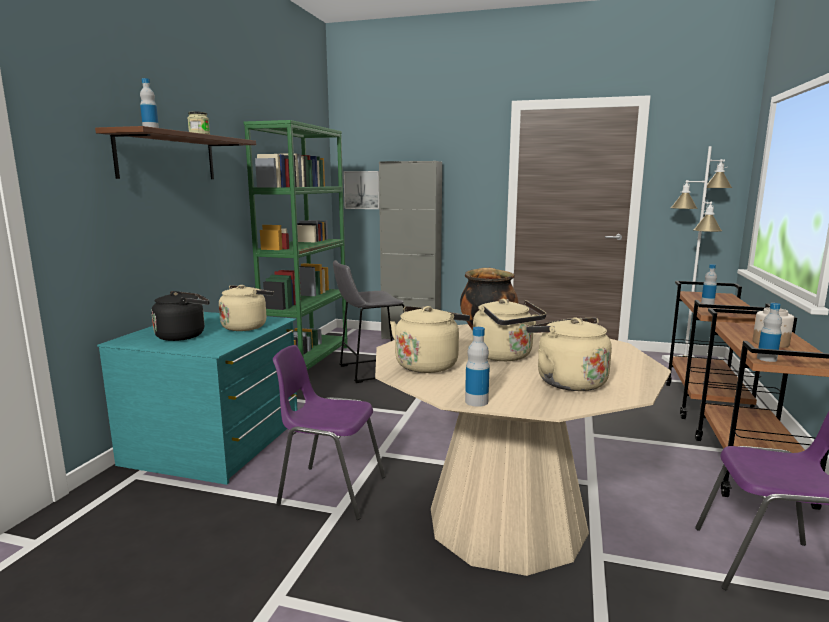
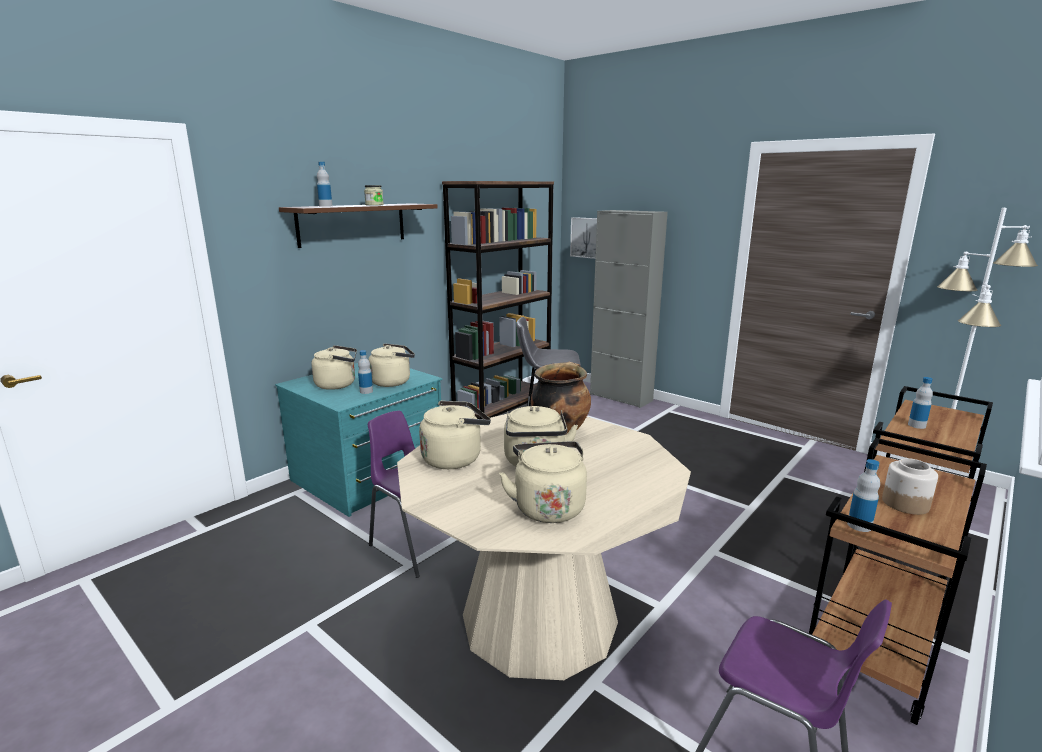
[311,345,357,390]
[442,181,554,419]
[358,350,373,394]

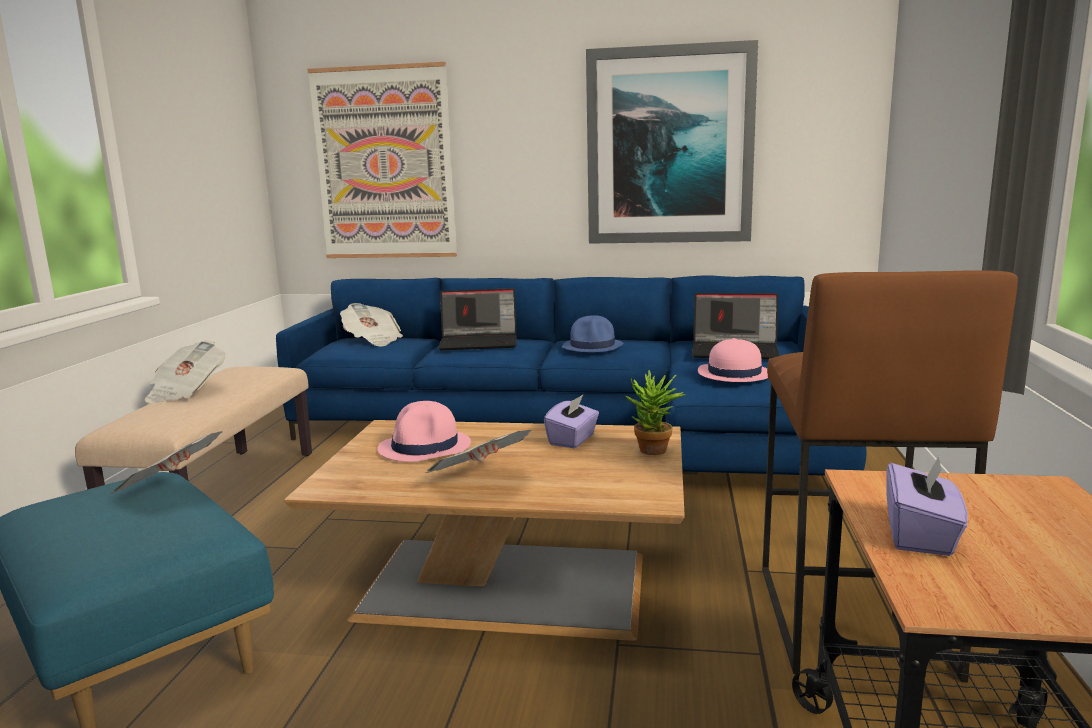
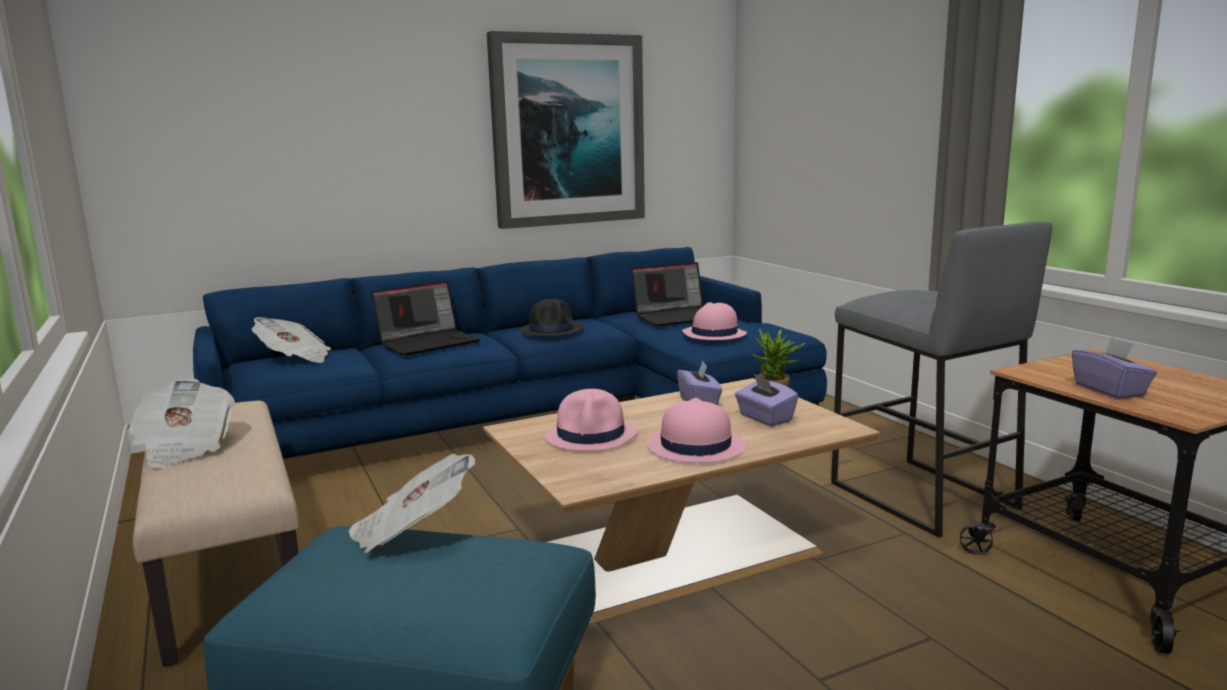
[308,62,457,258] (first image)
[647,398,745,463]
[521,299,583,336]
[831,221,1053,538]
[735,374,798,426]

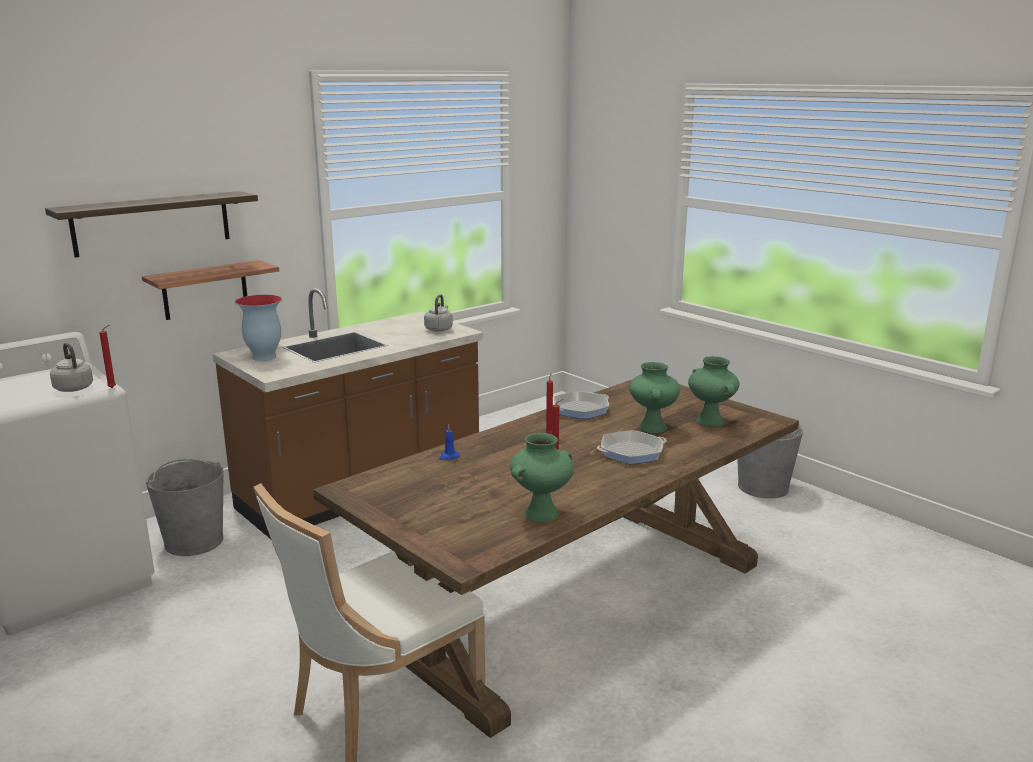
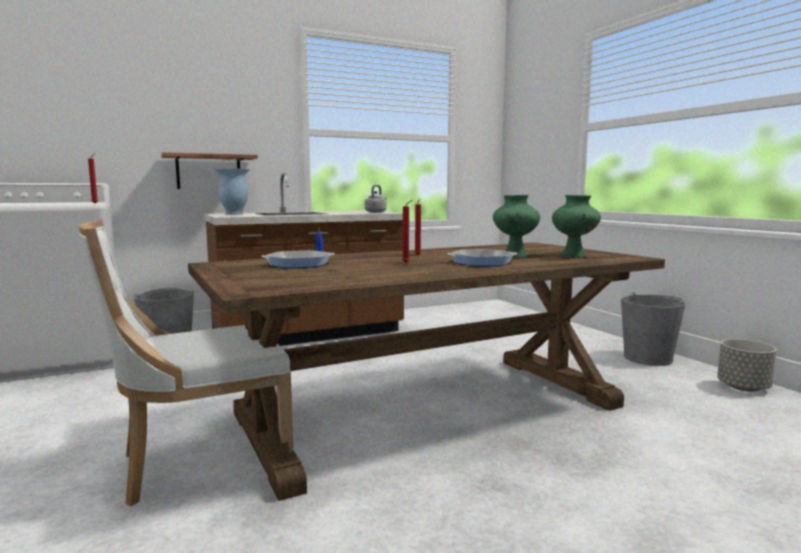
[45,191,258,258] (first image)
[50,343,93,392] (first image)
[510,433,574,523] (first image)
[261,250,335,268]
[717,339,777,392]

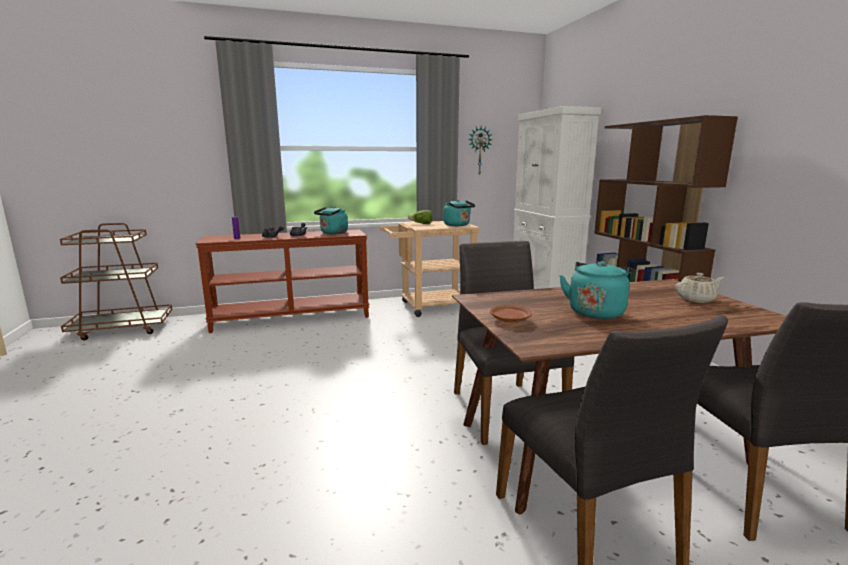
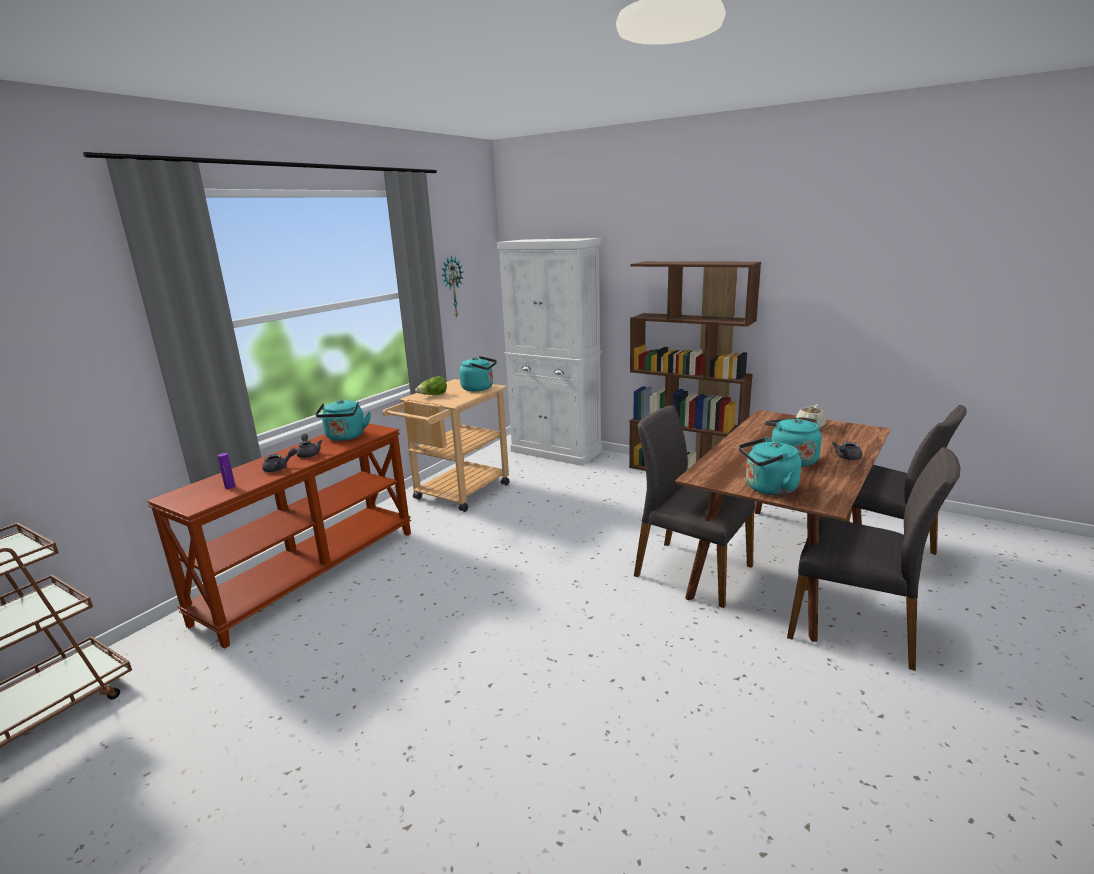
[739,438,801,496]
[832,442,862,460]

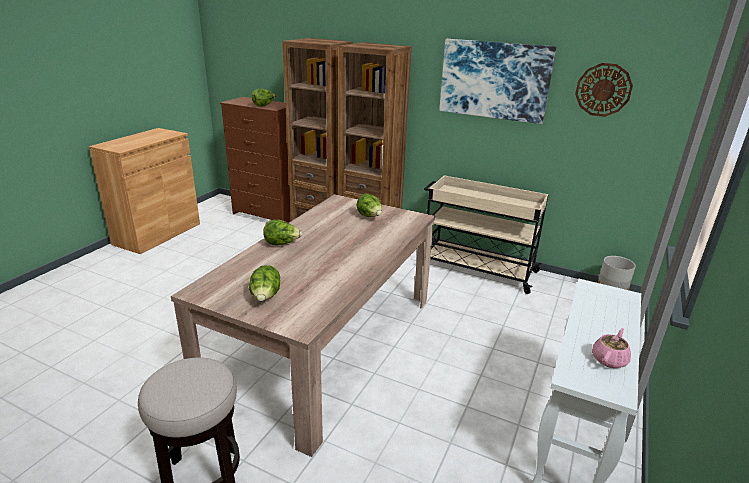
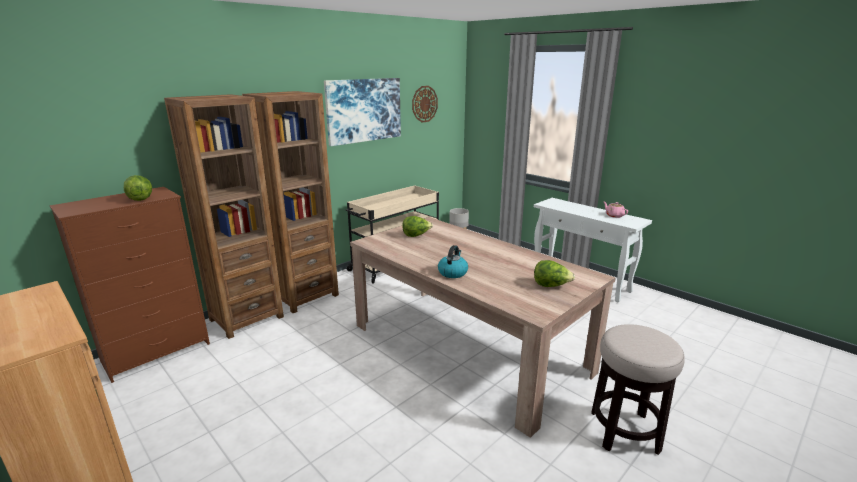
[438,245,468,278]

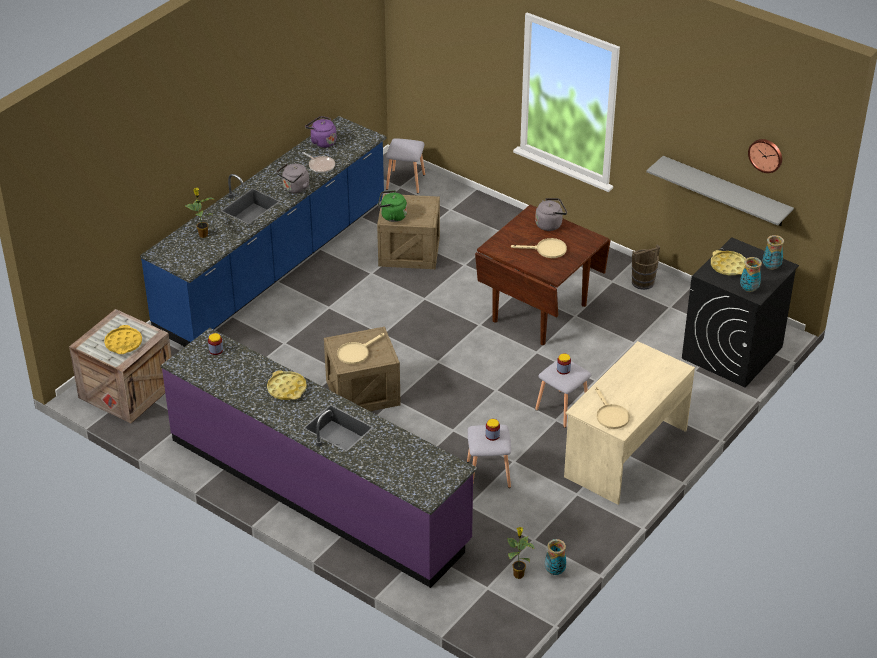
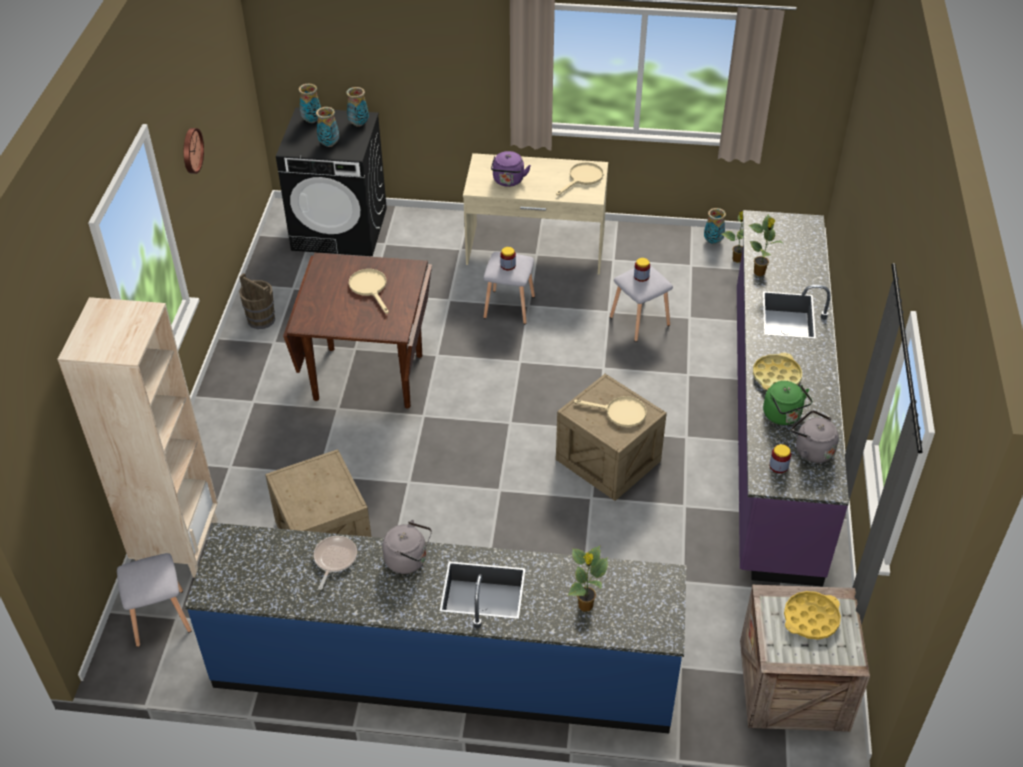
[491,151,531,187]
[763,381,813,425]
[791,410,839,463]
[646,156,794,226] (first image)
[316,107,339,147]
[184,128,204,174]
[57,297,218,578]
[748,214,783,276]

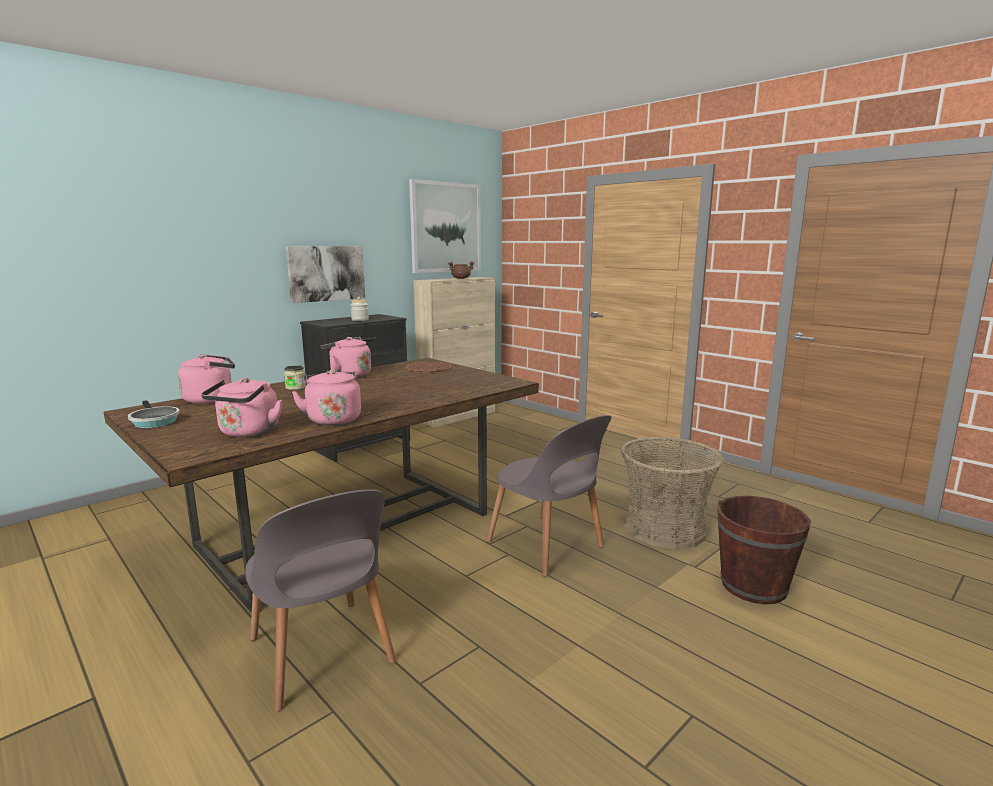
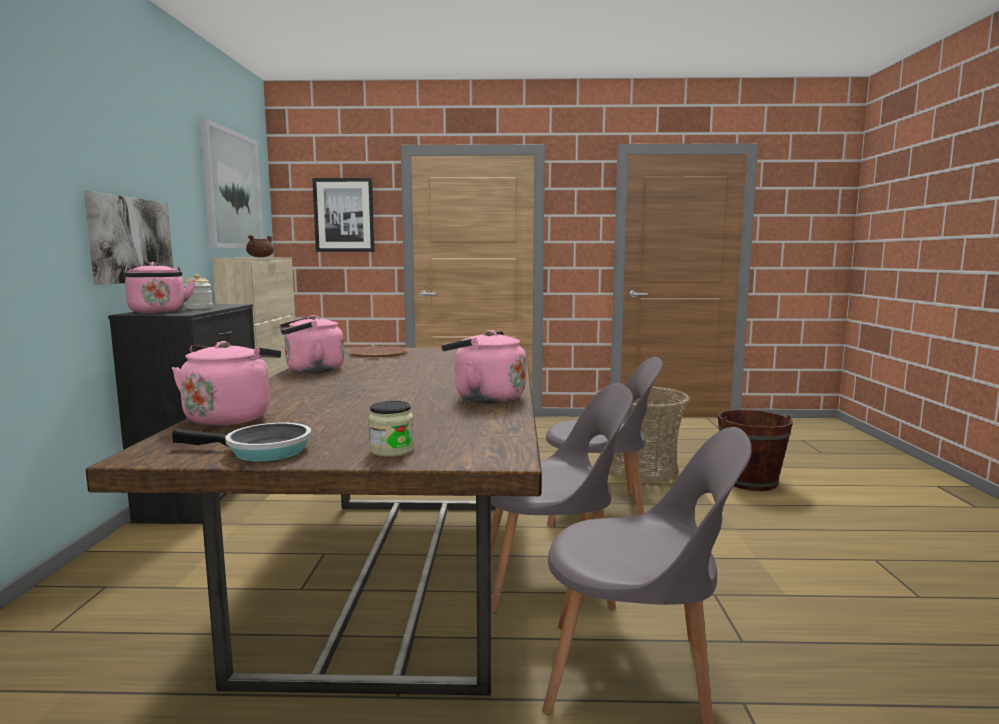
[124,262,195,313]
[368,401,414,457]
[312,178,375,252]
[491,383,633,613]

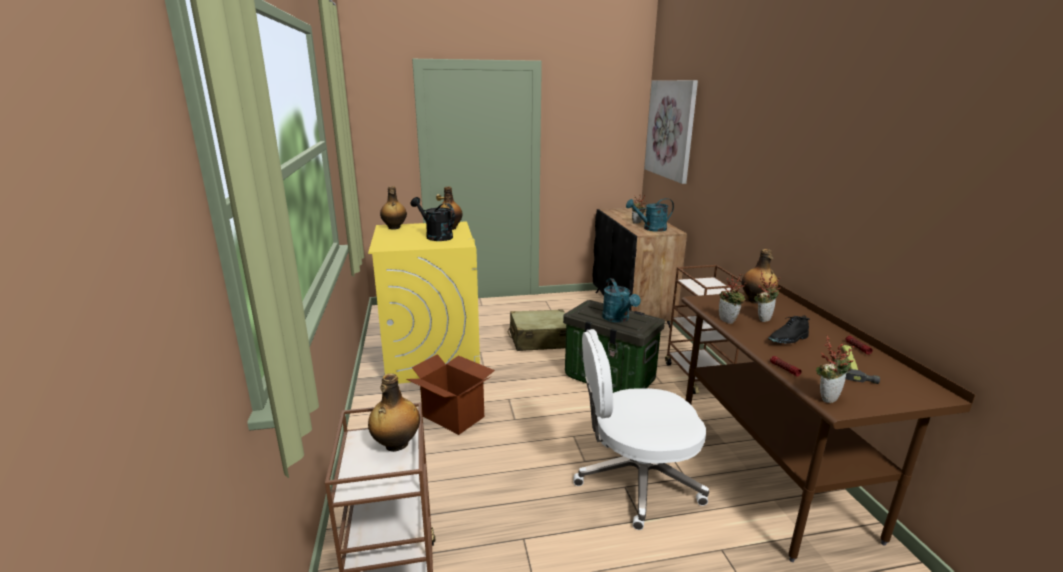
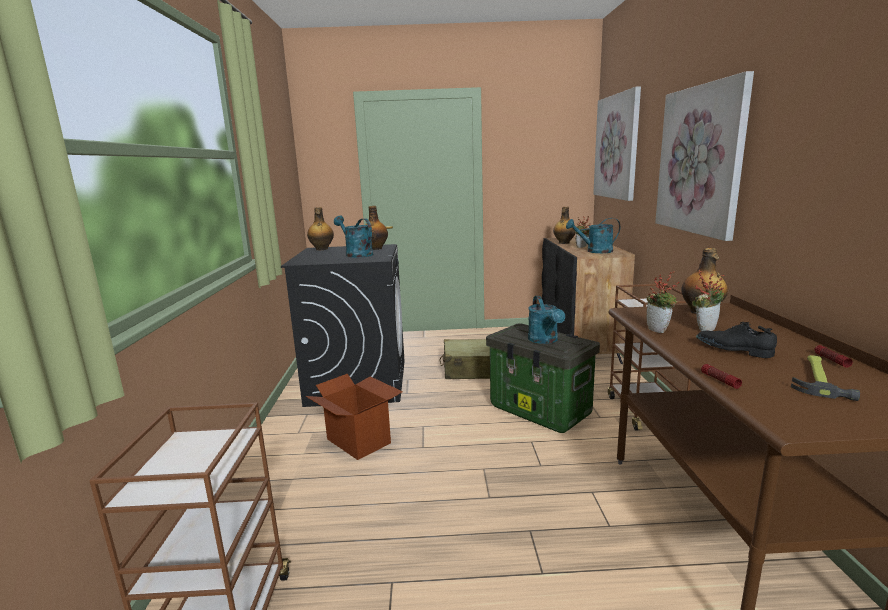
[281,244,405,407]
[553,207,576,244]
[334,216,373,258]
[574,329,709,530] (first image)
[696,322,777,358]
[816,335,854,403] (first image)
[655,71,754,241]

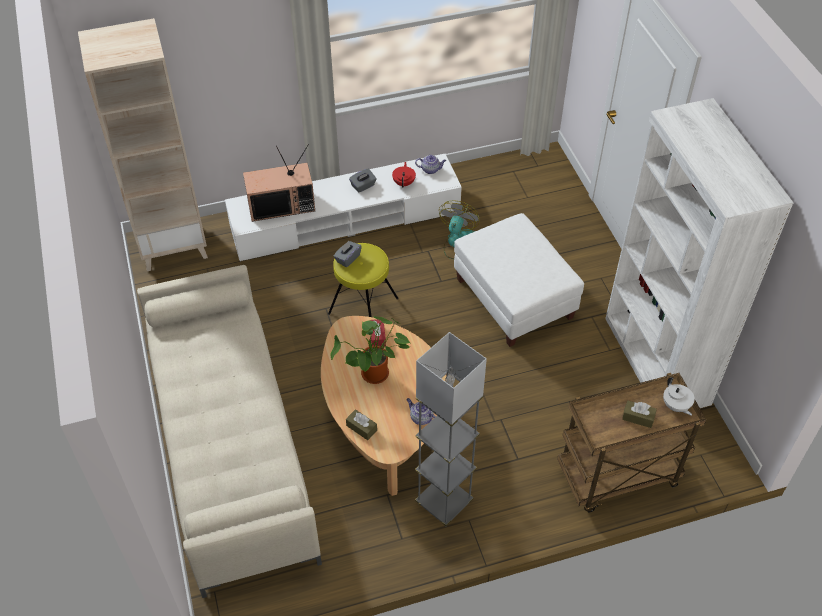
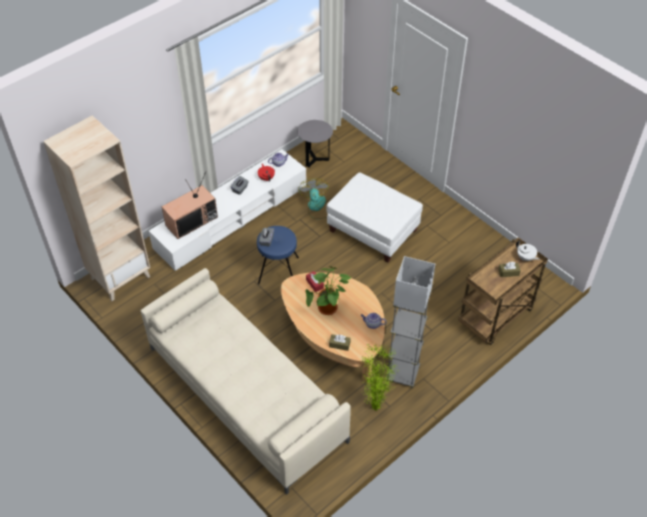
[257,226,299,285]
[605,98,794,408] (first image)
[297,120,333,167]
[361,342,399,411]

